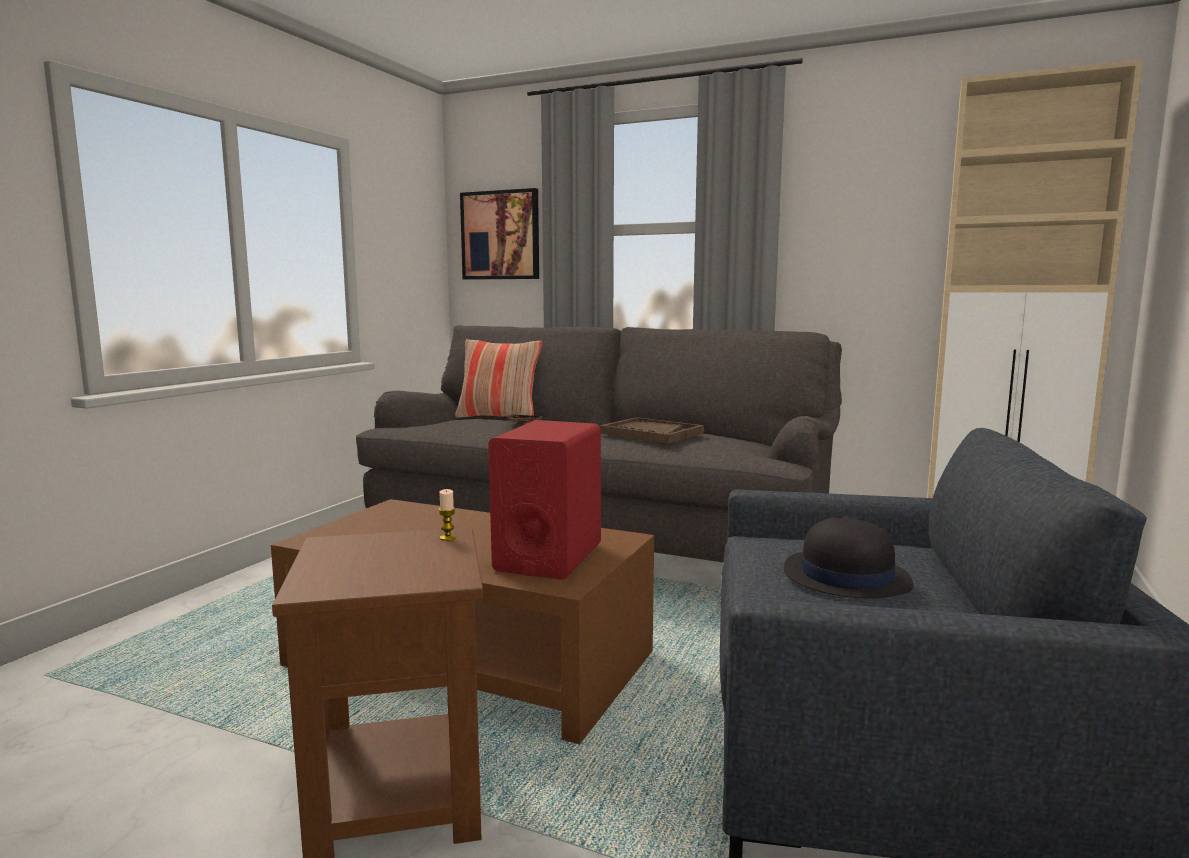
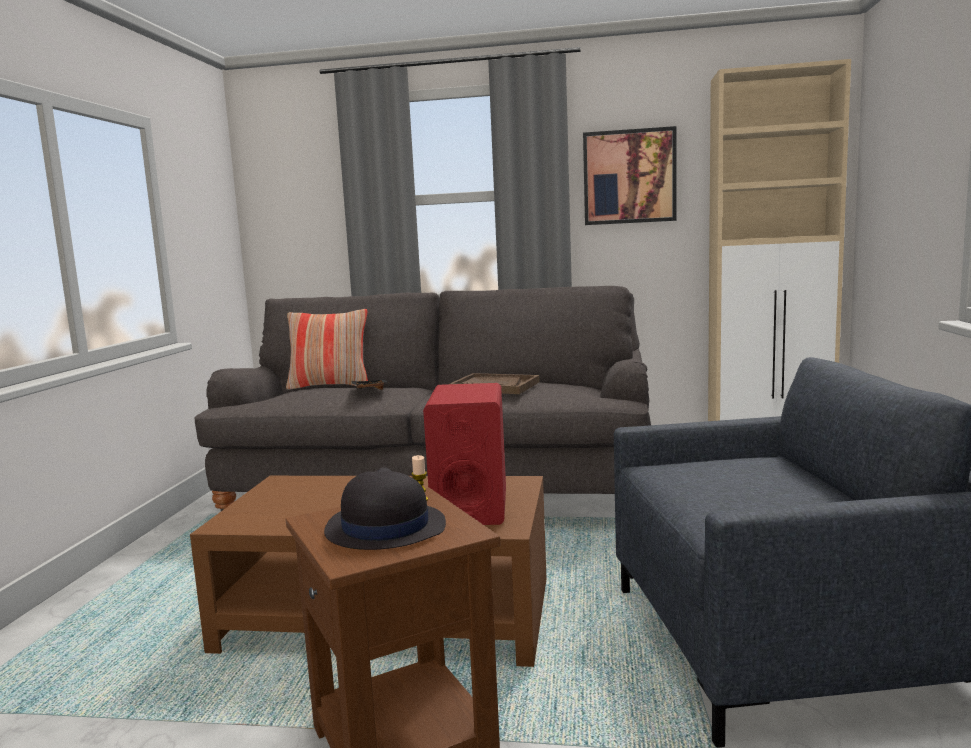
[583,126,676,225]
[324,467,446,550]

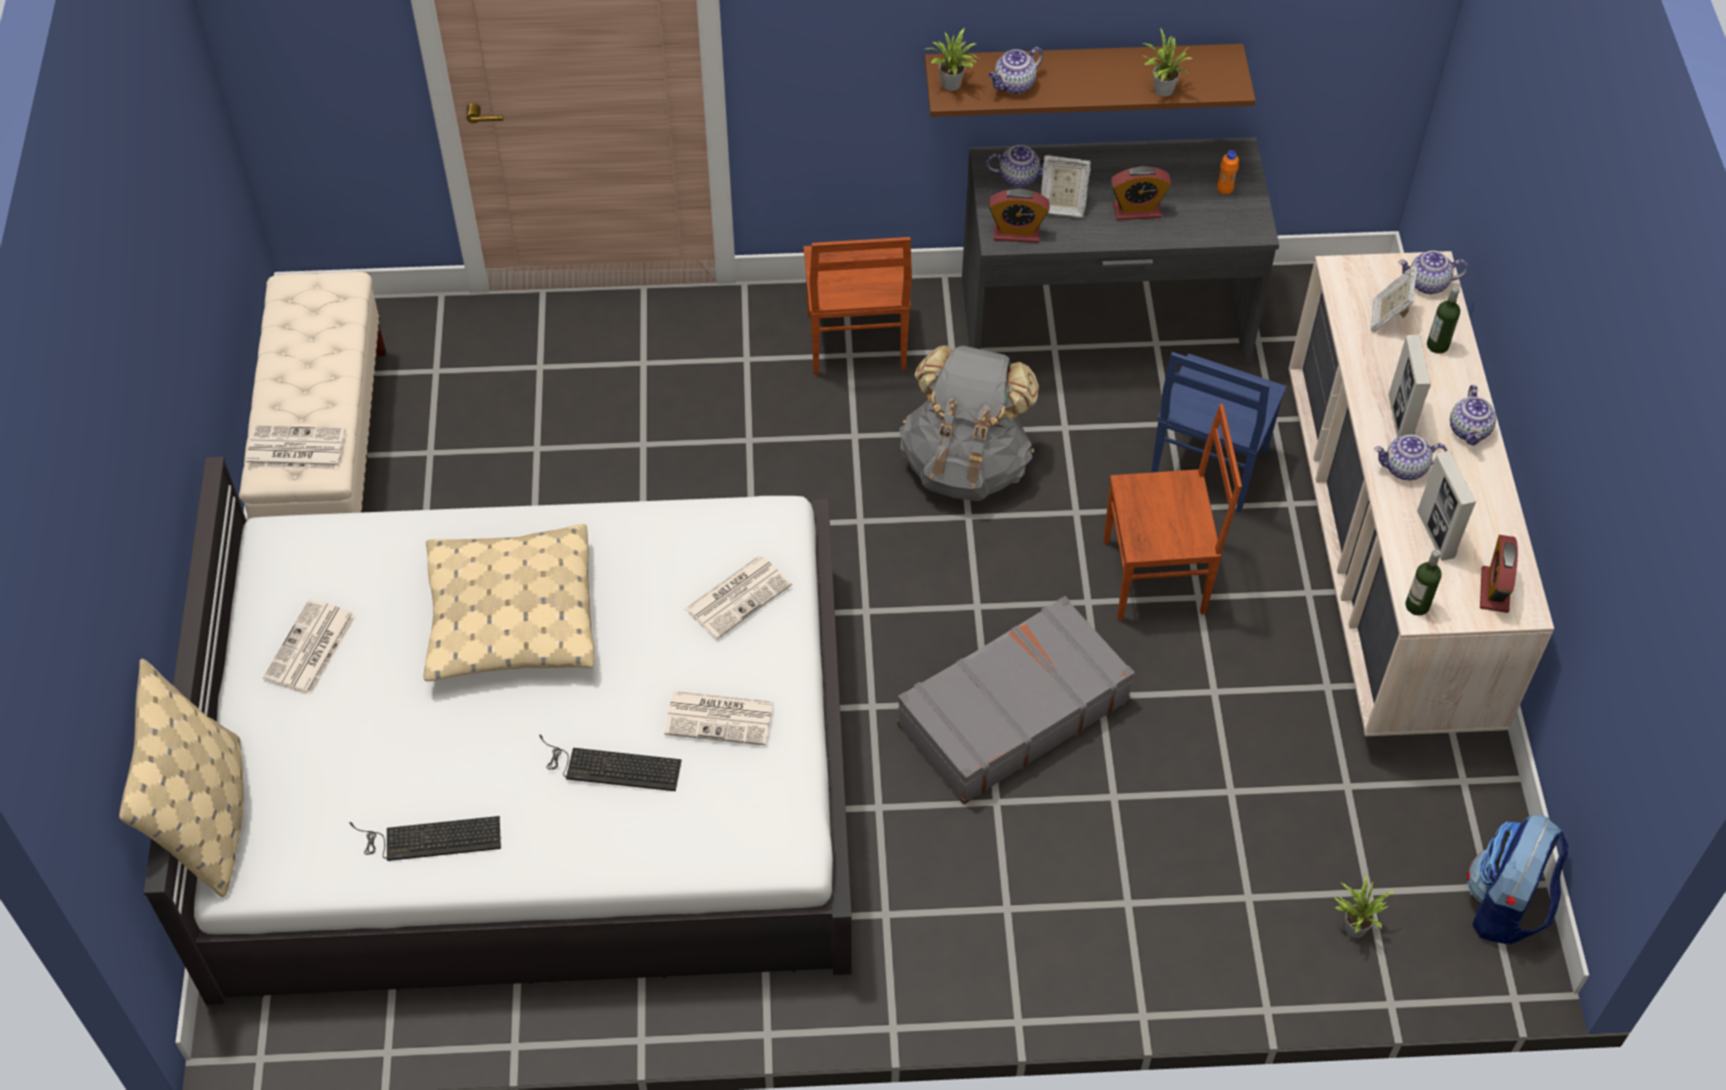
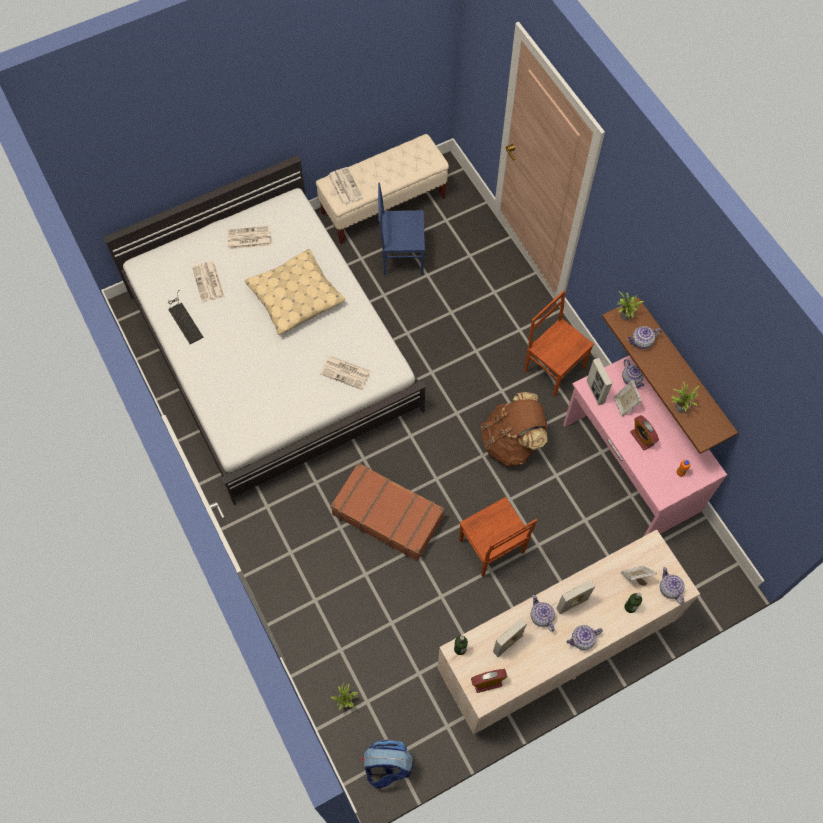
[119,659,244,897] (first image)
[539,734,682,791] (first image)
[192,261,225,302]
[524,290,594,397]
[330,463,445,562]
[481,392,548,467]
[563,355,727,537]
[628,326,662,349]
[586,358,613,405]
[378,183,425,276]

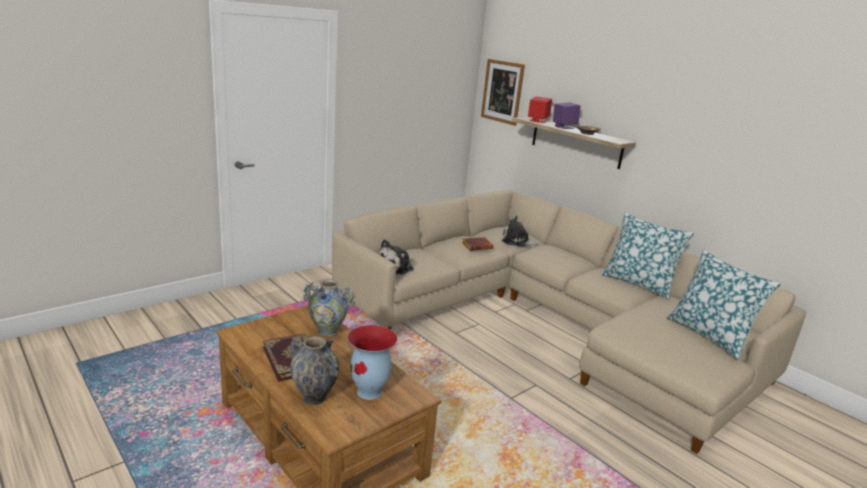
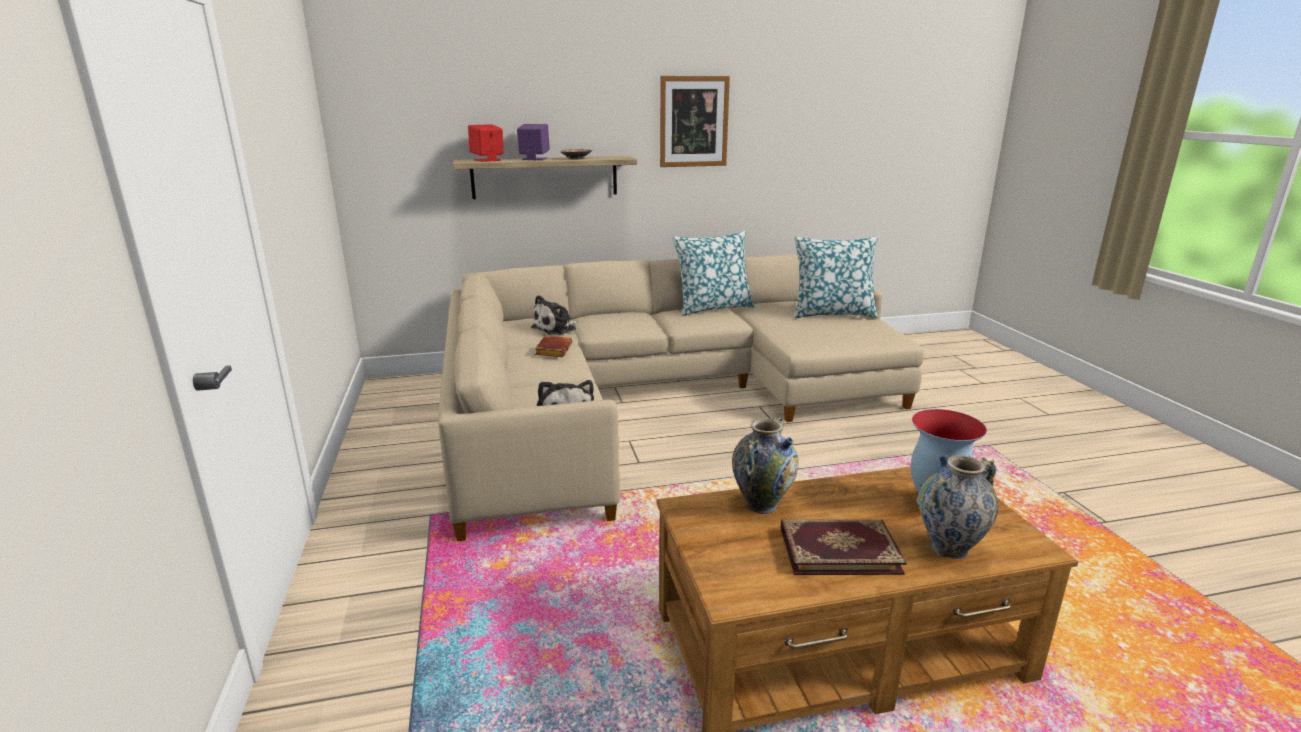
[660,76,730,167]

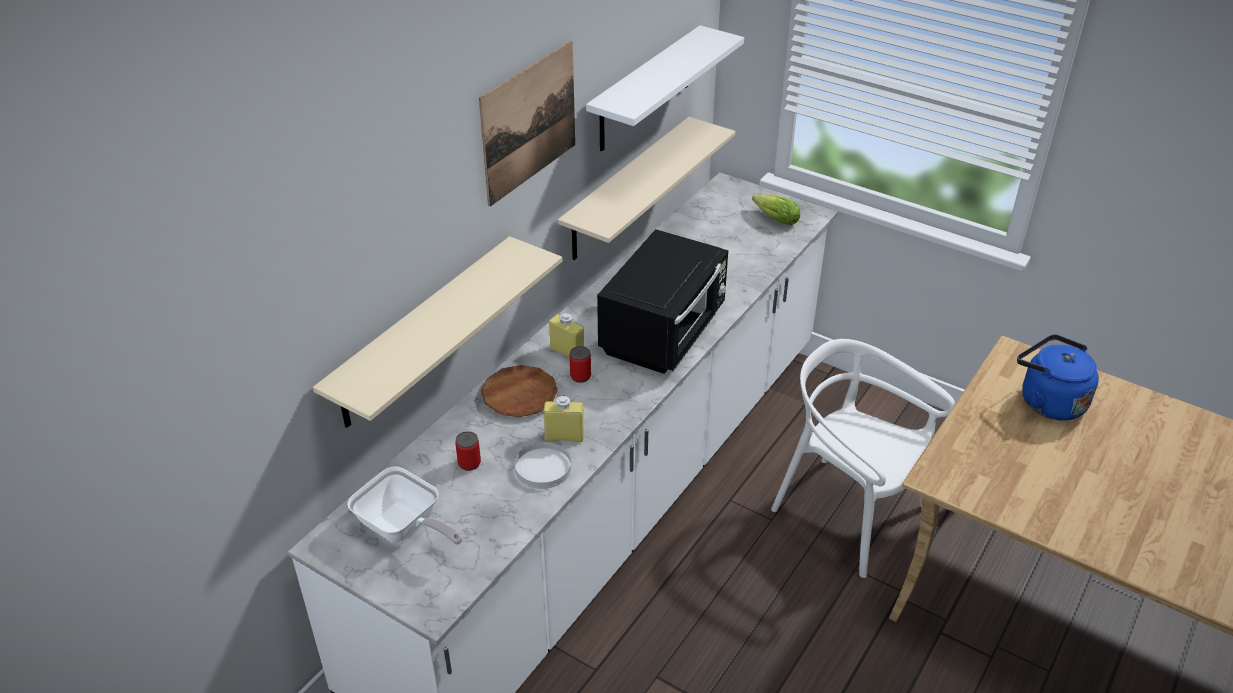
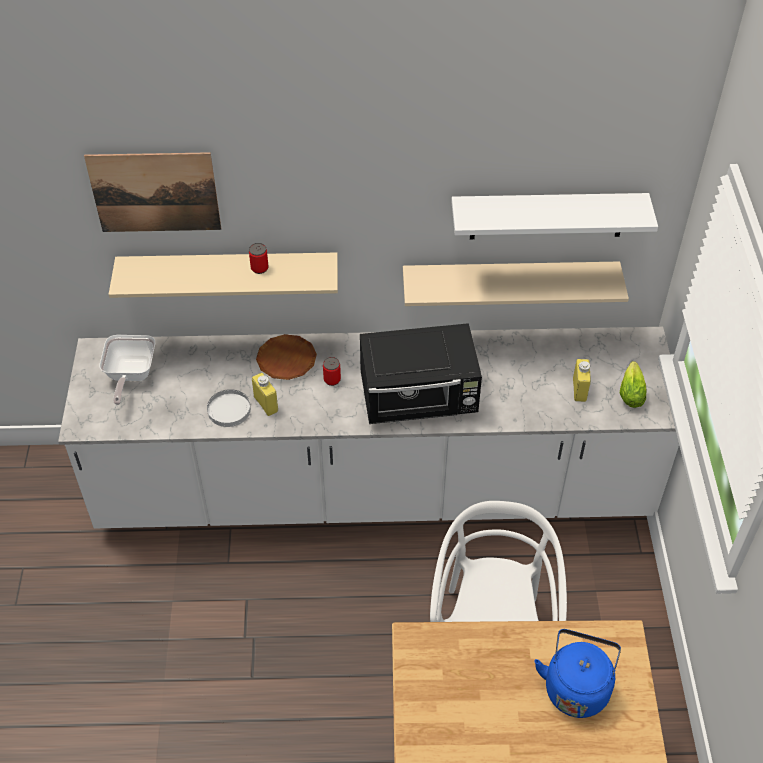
[249,243,269,274]
[84,152,221,232]
[573,359,591,402]

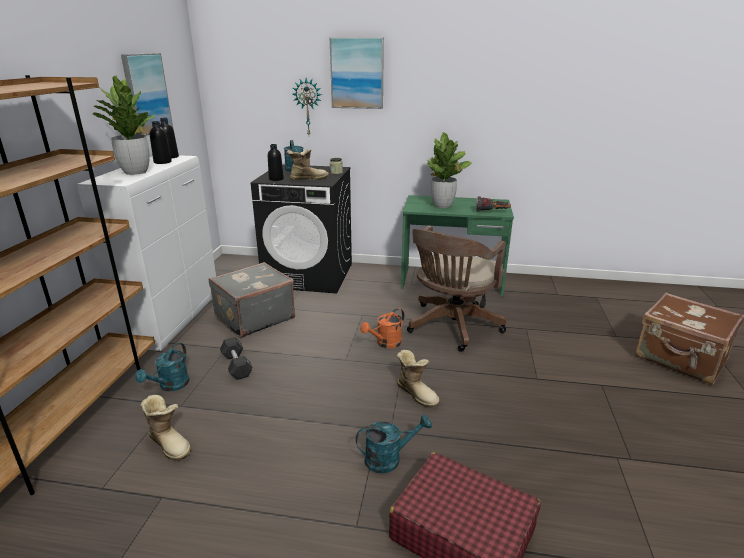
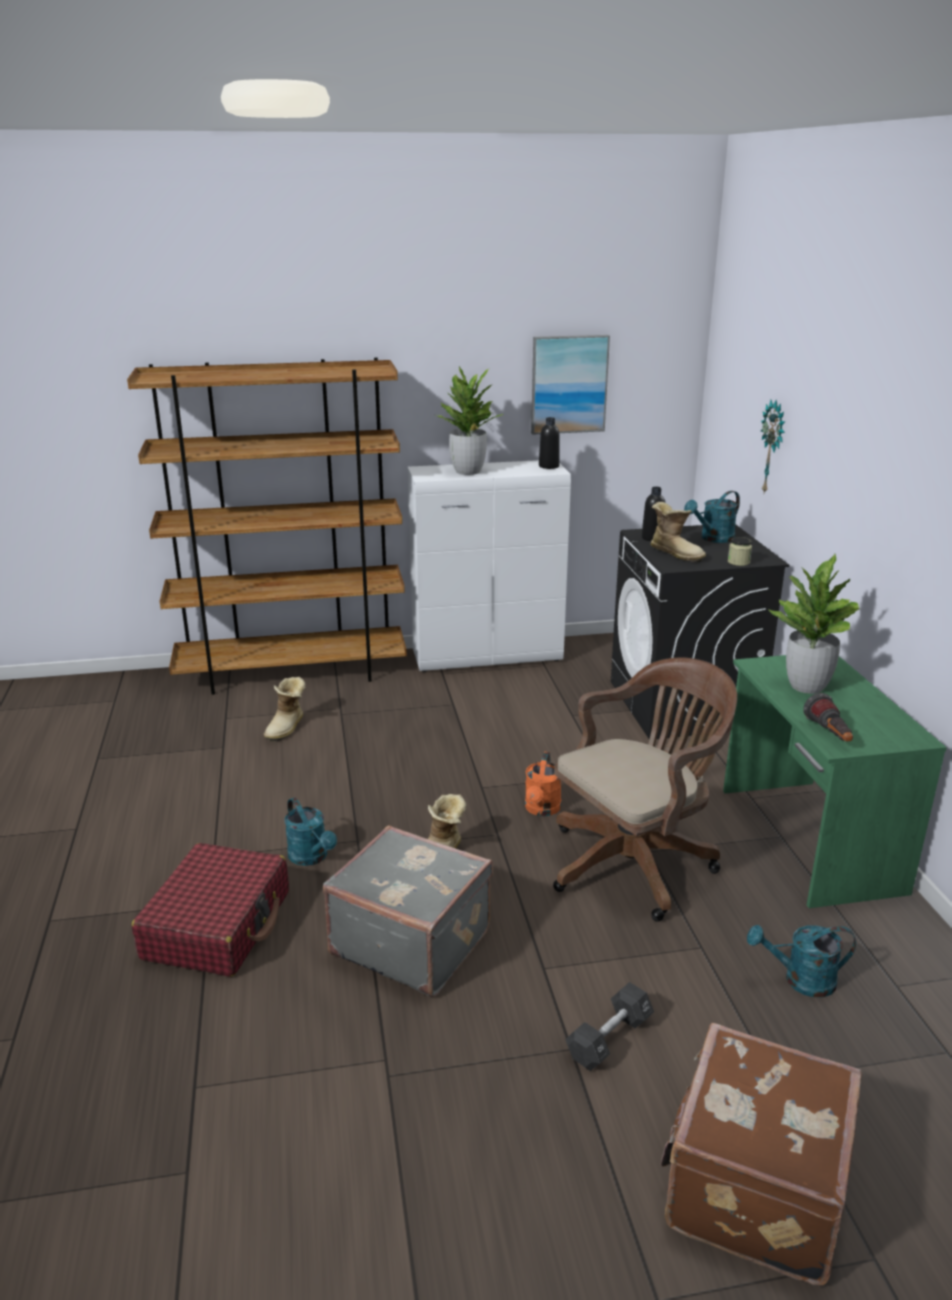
[747,925,856,997]
[150,121,172,164] (first image)
[323,825,493,997]
[565,982,654,1071]
[330,37,384,109] (first image)
[525,752,561,816]
[553,658,737,922]

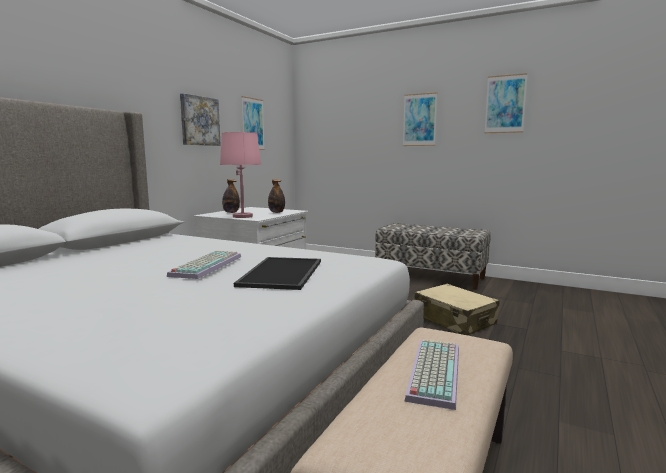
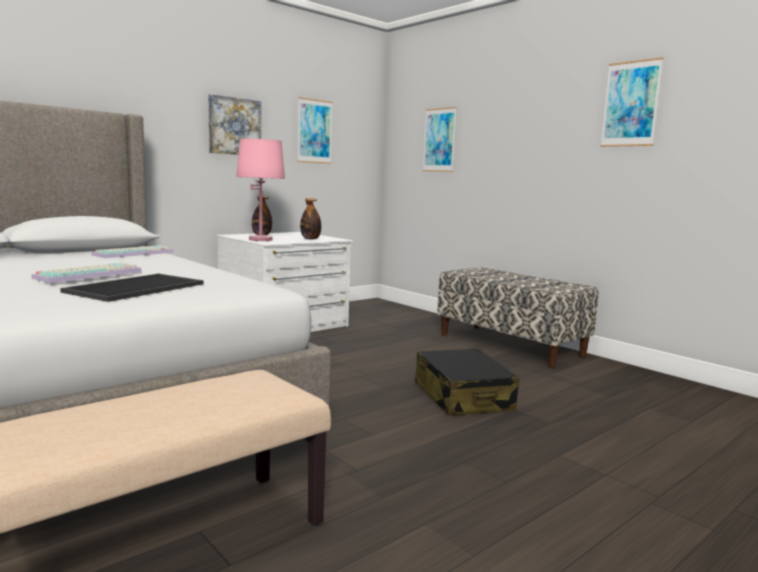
[422,107,457,172]
[91,245,174,258]
[415,349,520,415]

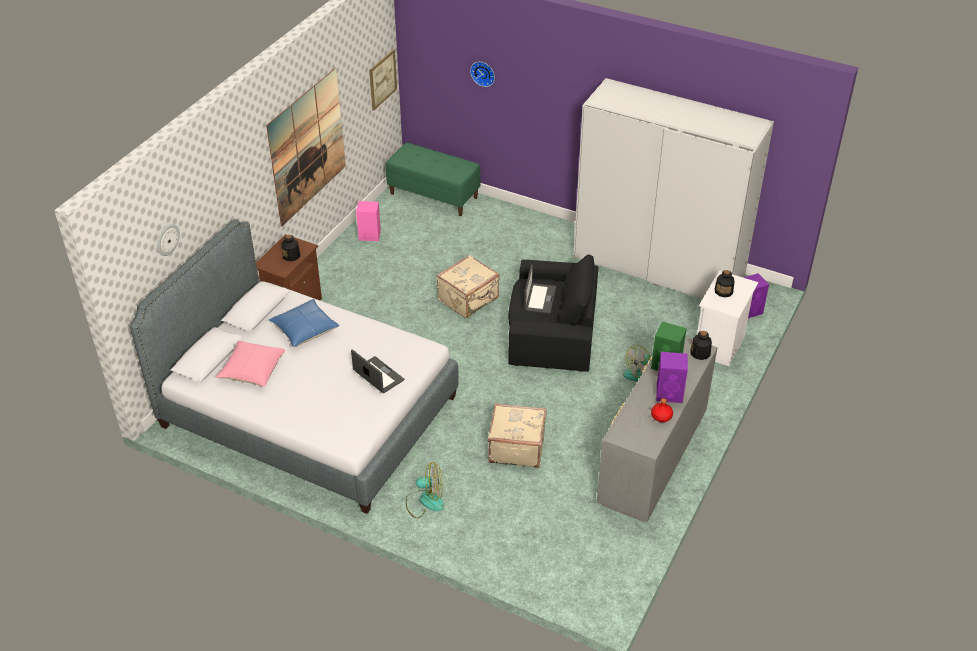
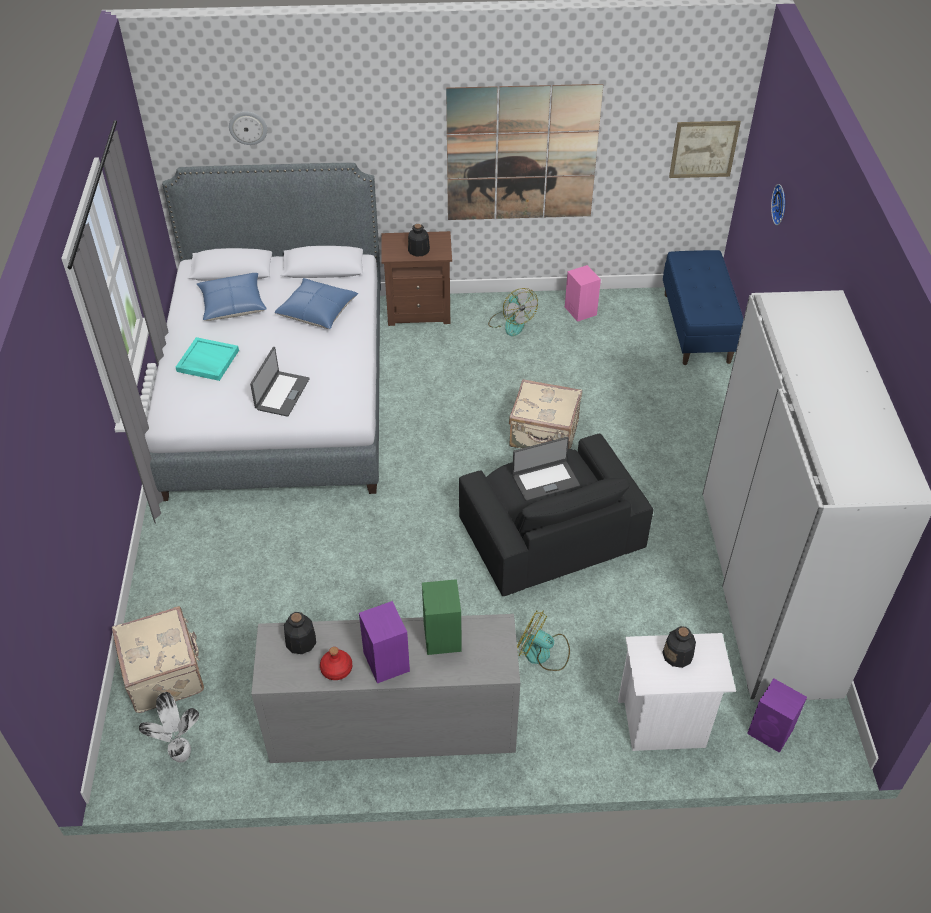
[197,273,267,321]
[663,250,743,365]
[488,288,538,336]
[112,606,204,713]
[284,612,316,654]
[139,692,199,763]
[176,337,239,381]

